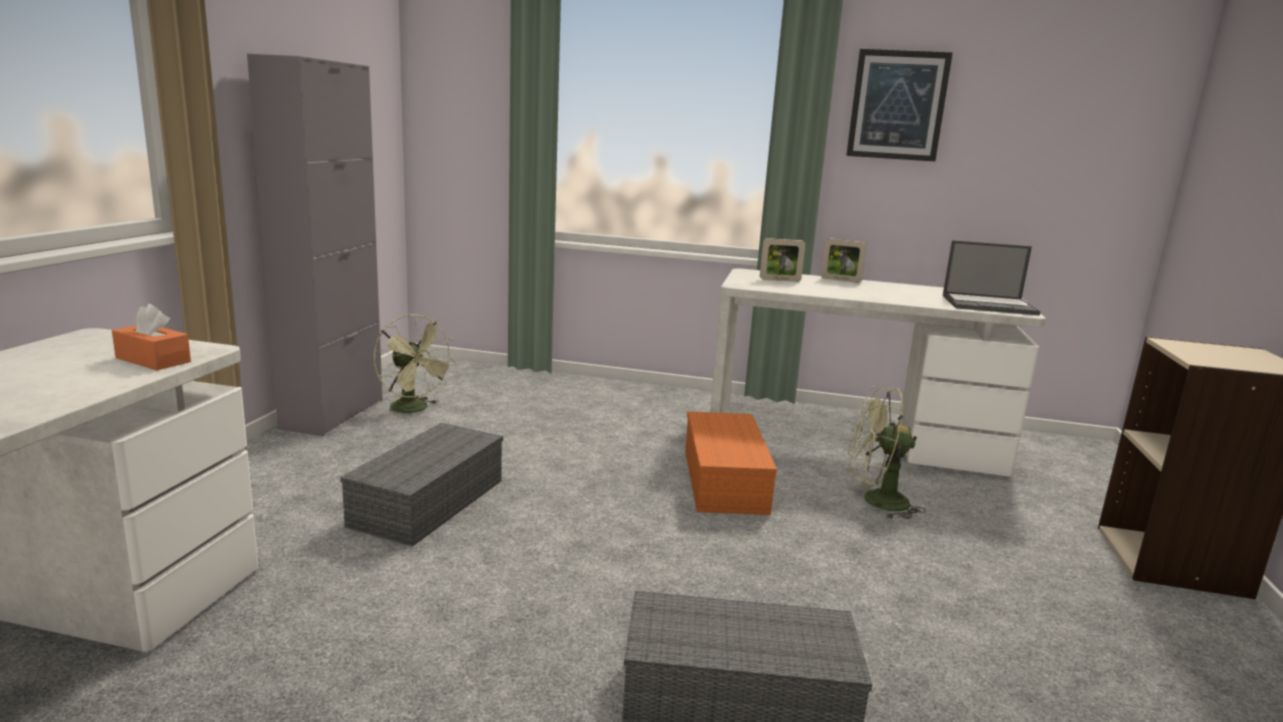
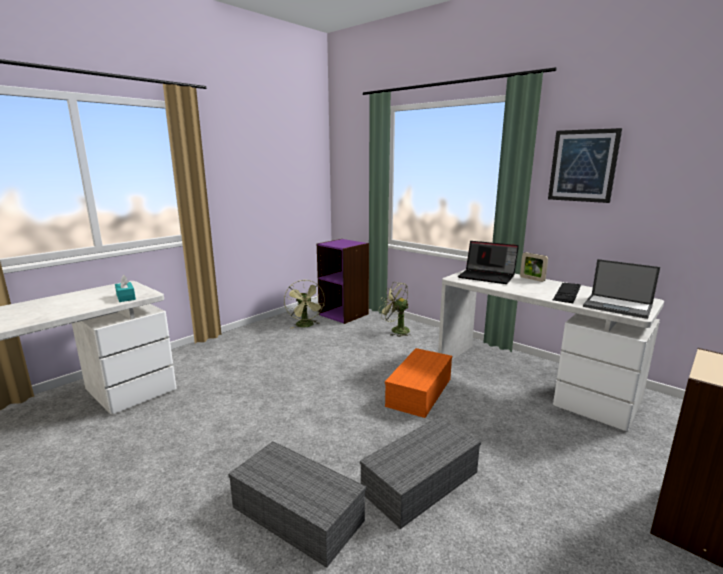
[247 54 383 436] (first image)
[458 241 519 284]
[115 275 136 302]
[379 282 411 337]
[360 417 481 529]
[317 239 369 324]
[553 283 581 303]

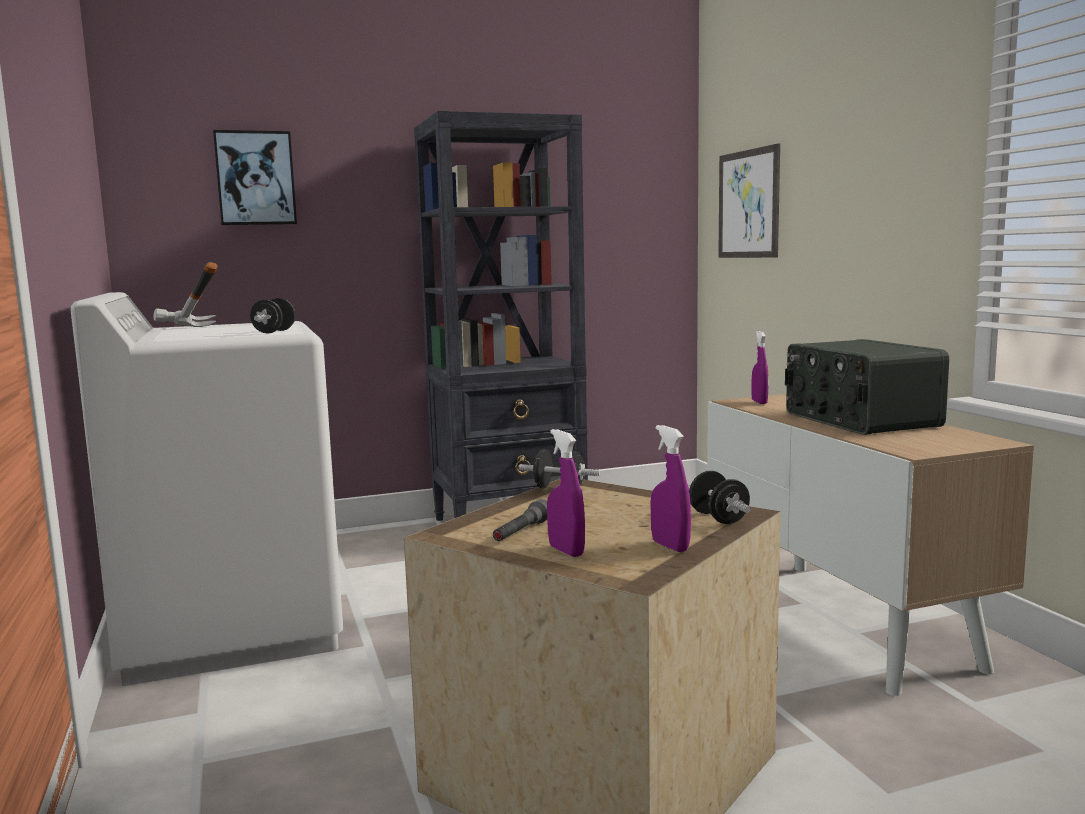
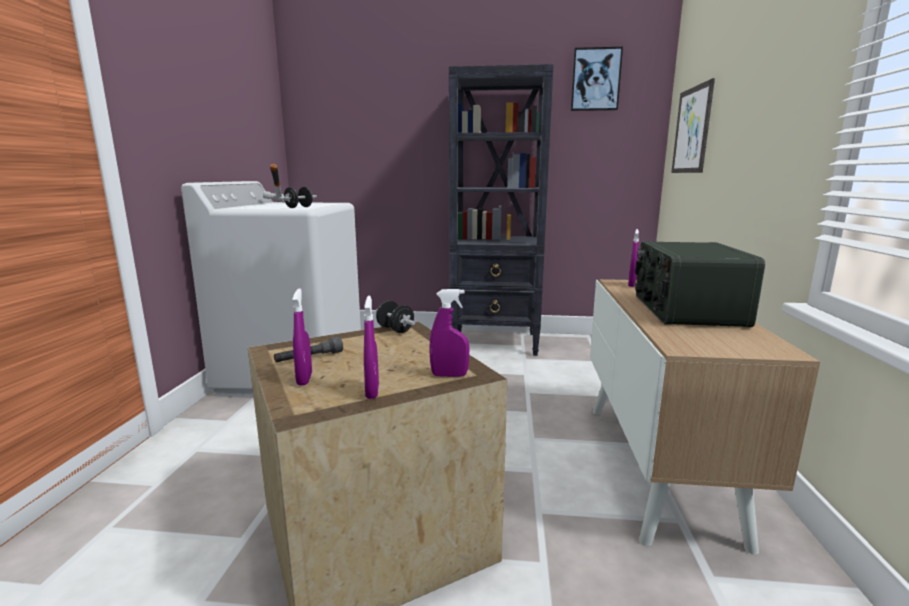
[571 47 623 111]
[429 289 470 377]

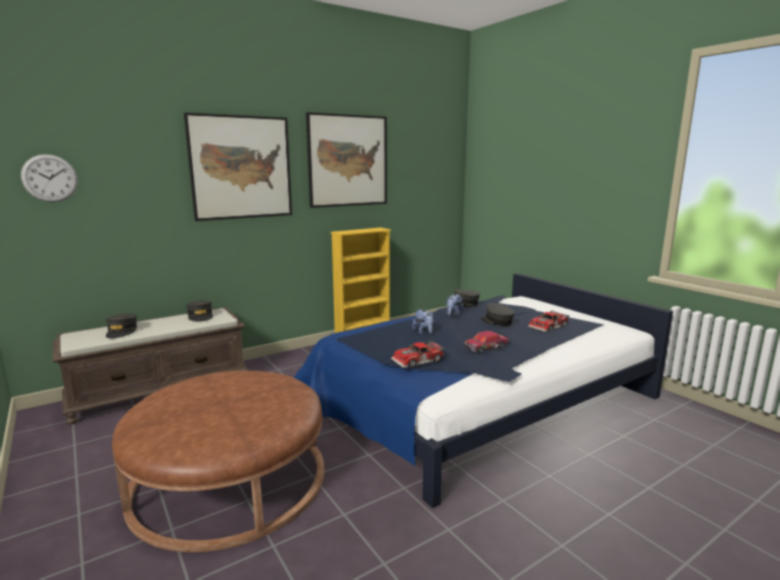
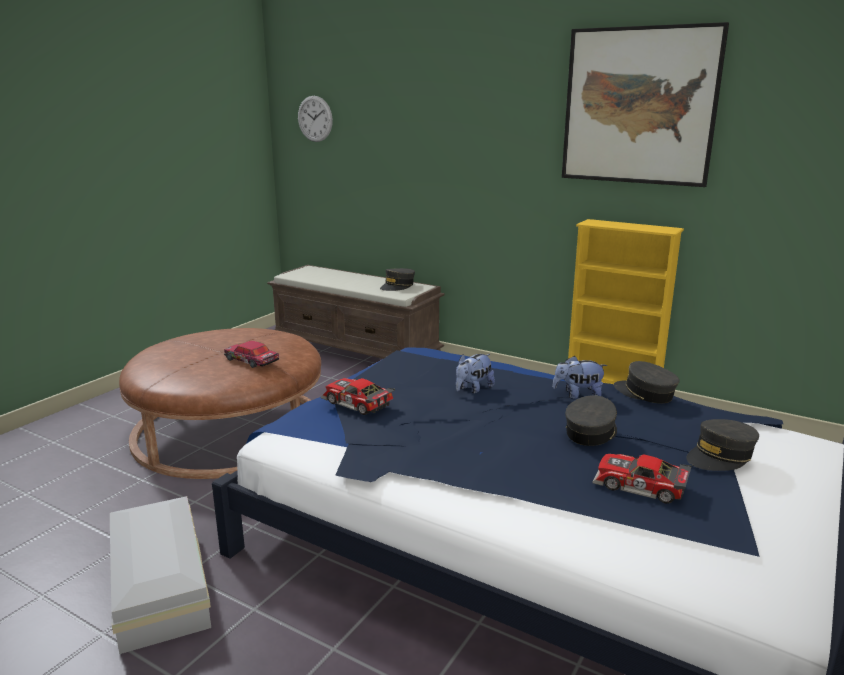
[184 113 292 221] (first image)
[687 419 759 471]
[224 341 279 368]
[110 496 211 654]

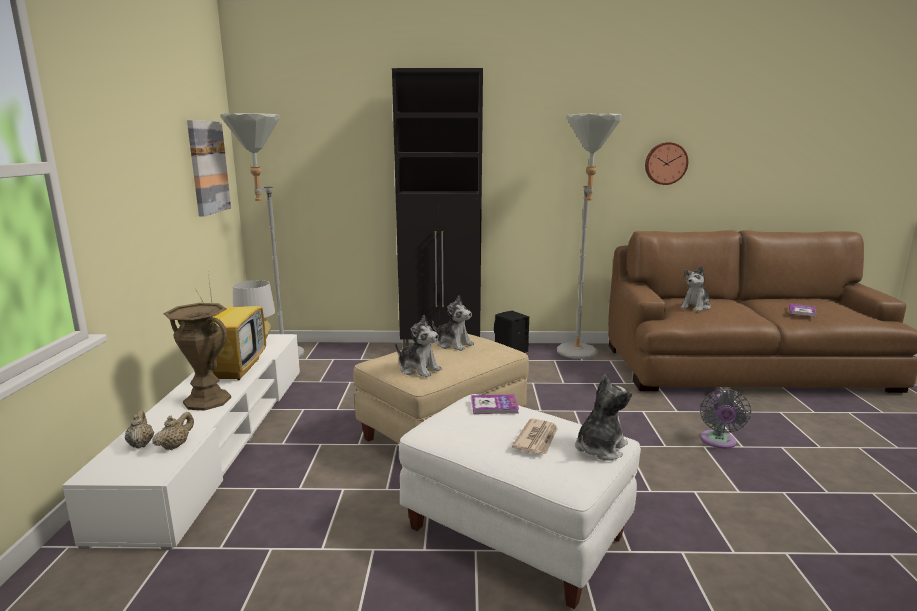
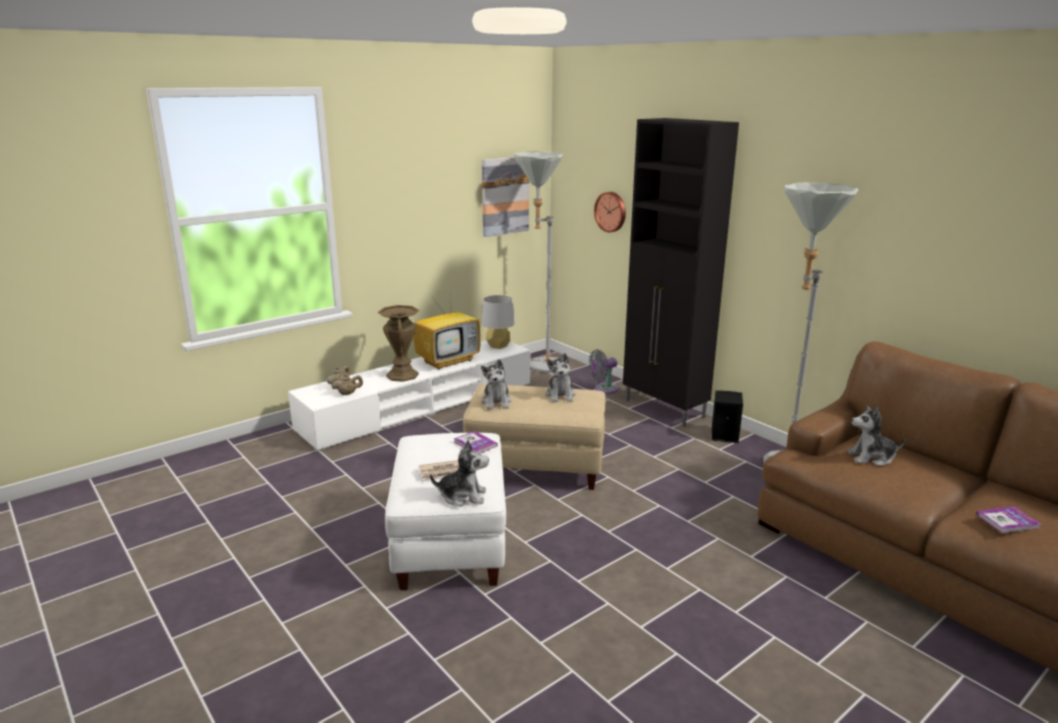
[594 192 626 232]
[589 350 618 394]

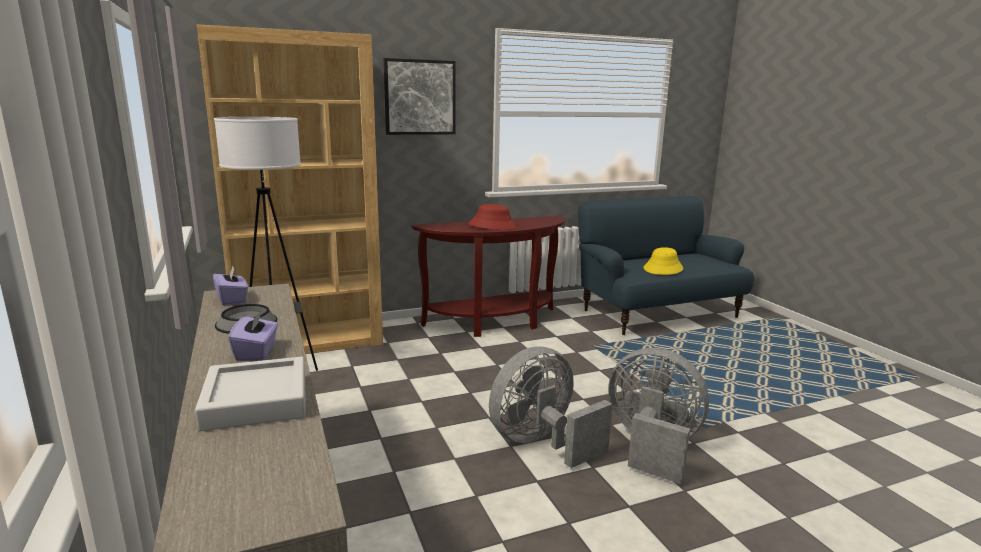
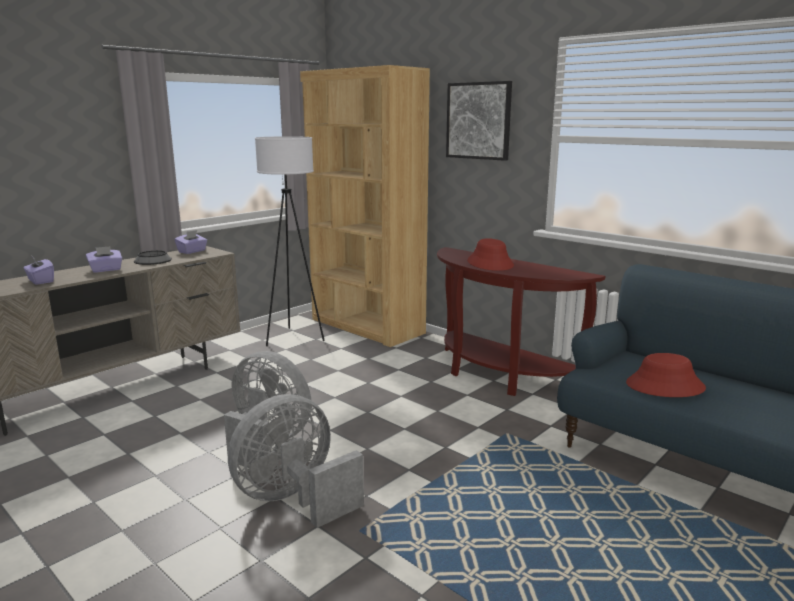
[626 353 706 397]
[228 394 364 528]
[23 258 54 285]

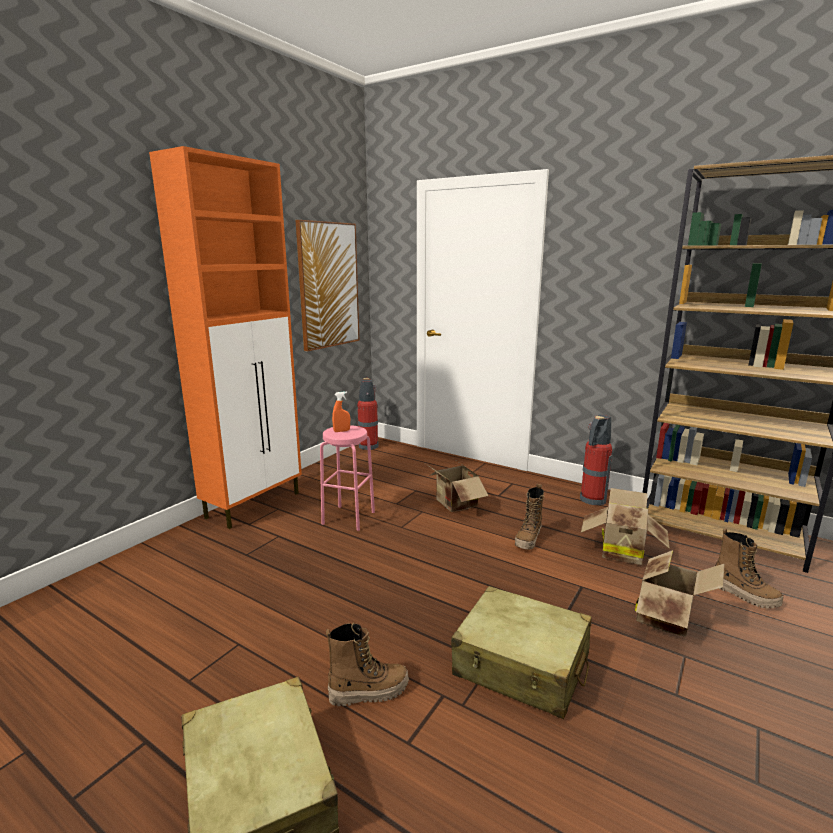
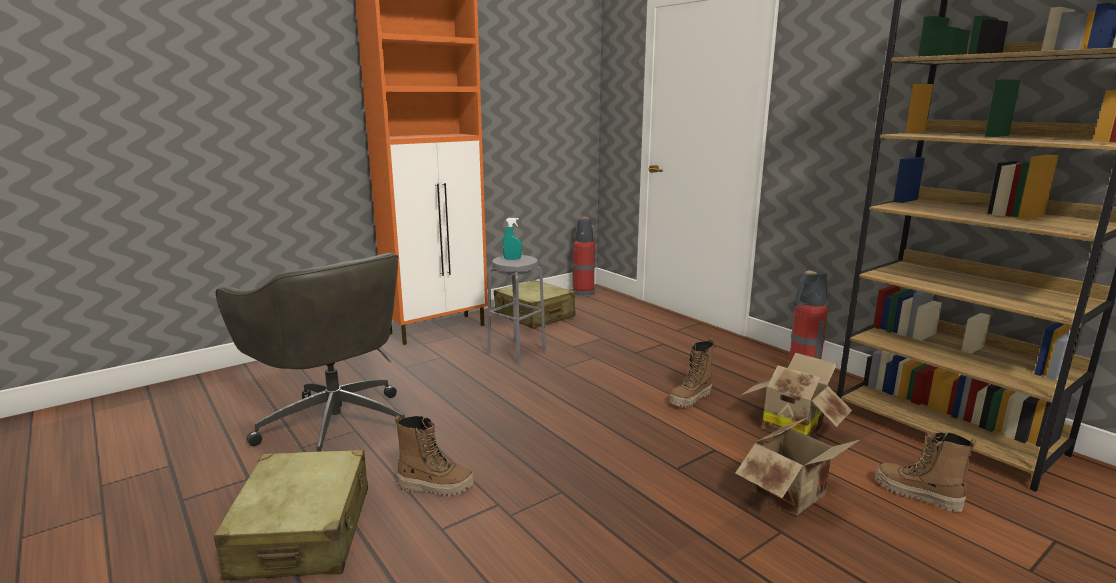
[296 220 359 352] (first image)
[503 218 522 260]
[488 255 546 364]
[426 459 489 512] (first image)
[875 432 976 512]
[494 280 576 329]
[216 253 405 452]

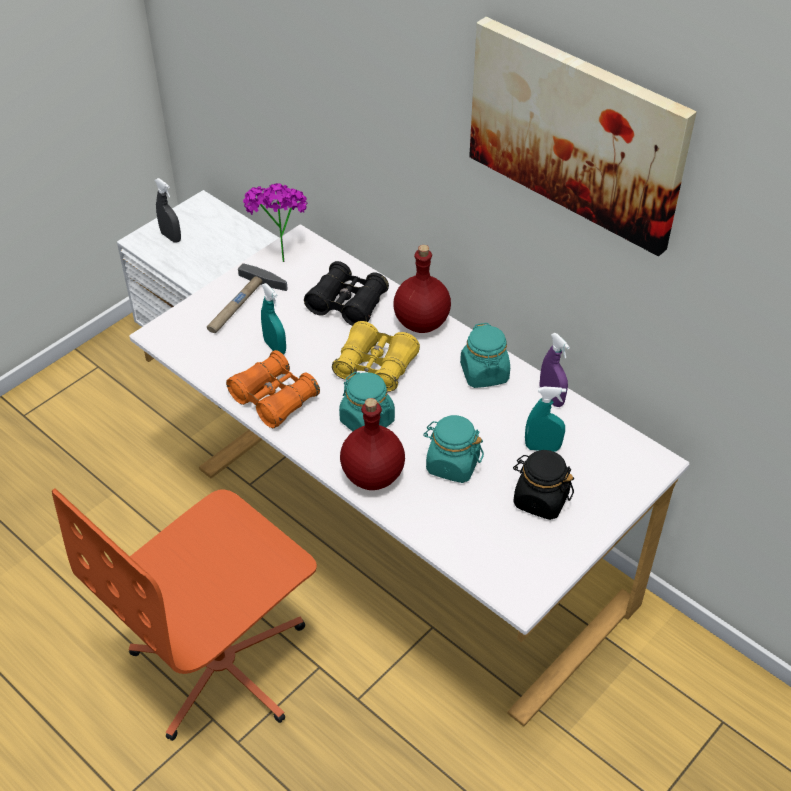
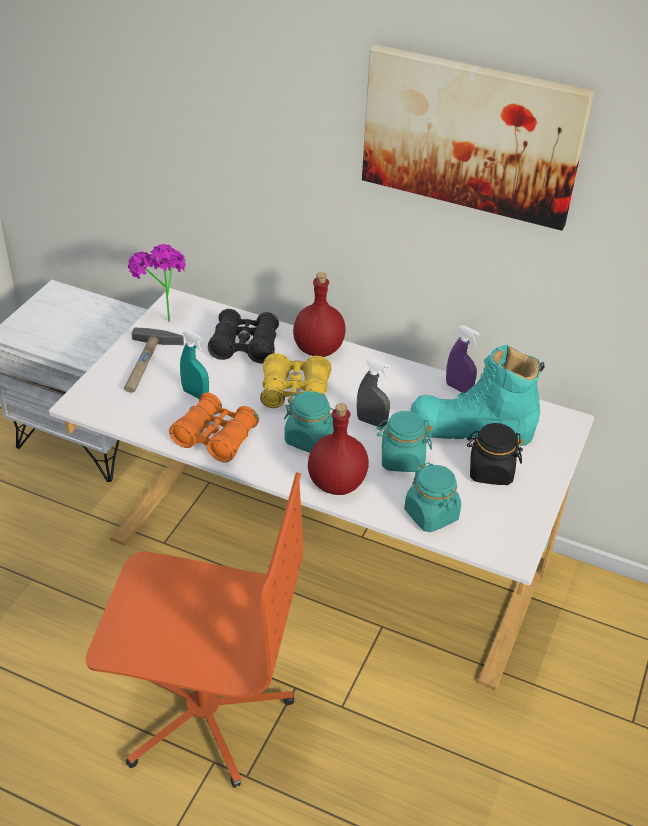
[357 359 390 427]
[404 462 461 532]
[410 345 545 446]
[86 472 303 788]

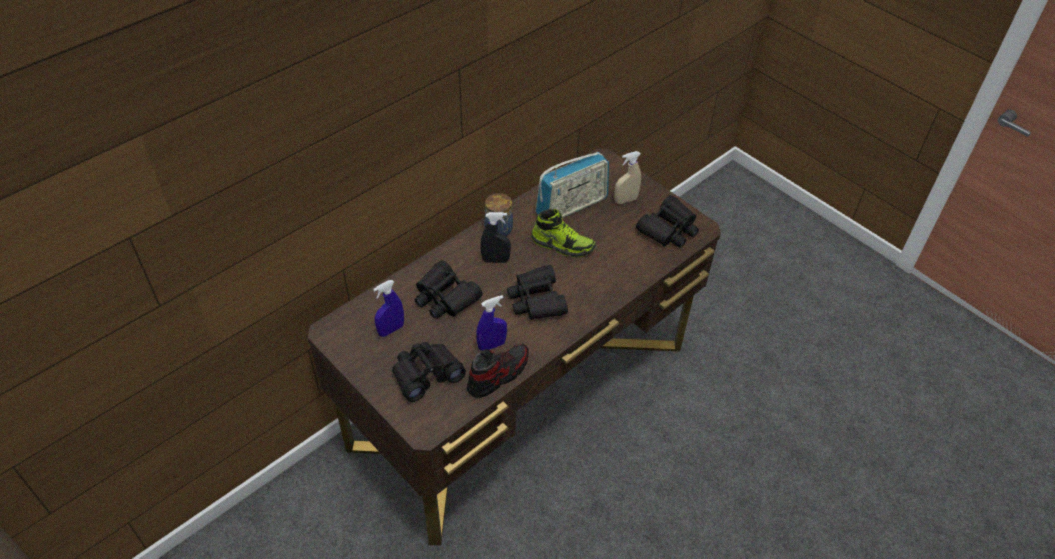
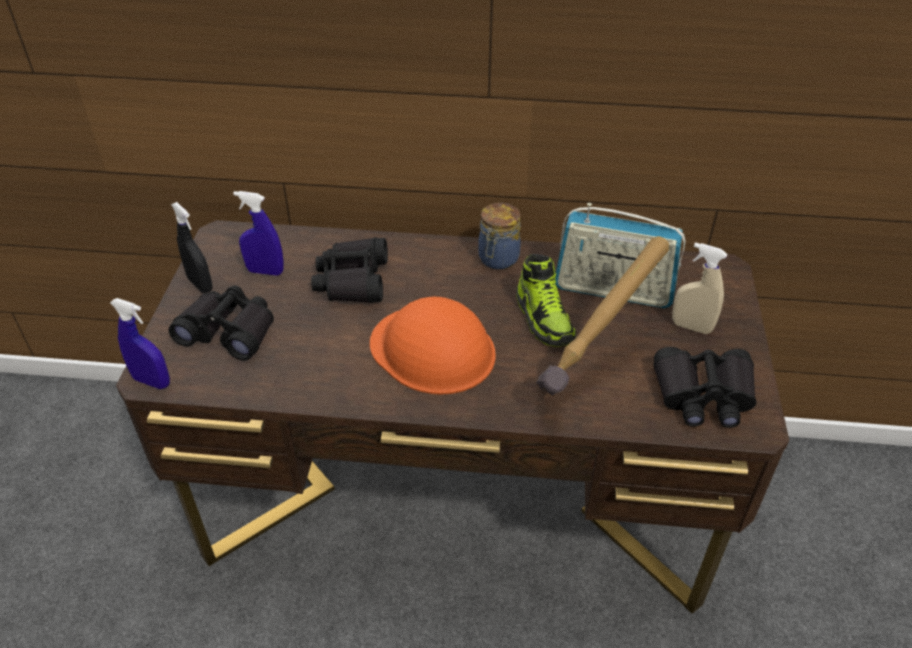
[171 202 212 293]
[370 297 496 395]
[110 298 170 389]
[467 344 529 398] (first image)
[536 236 669 396]

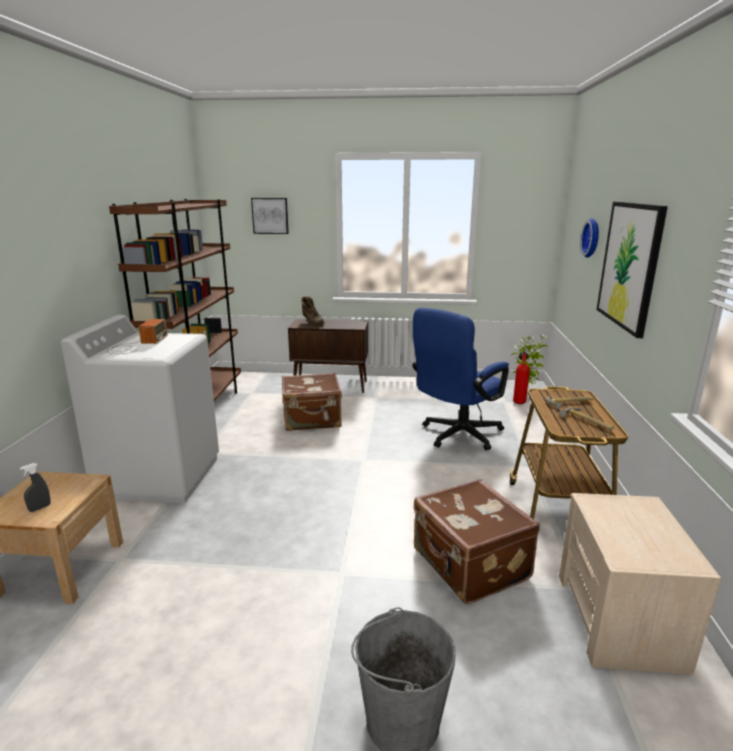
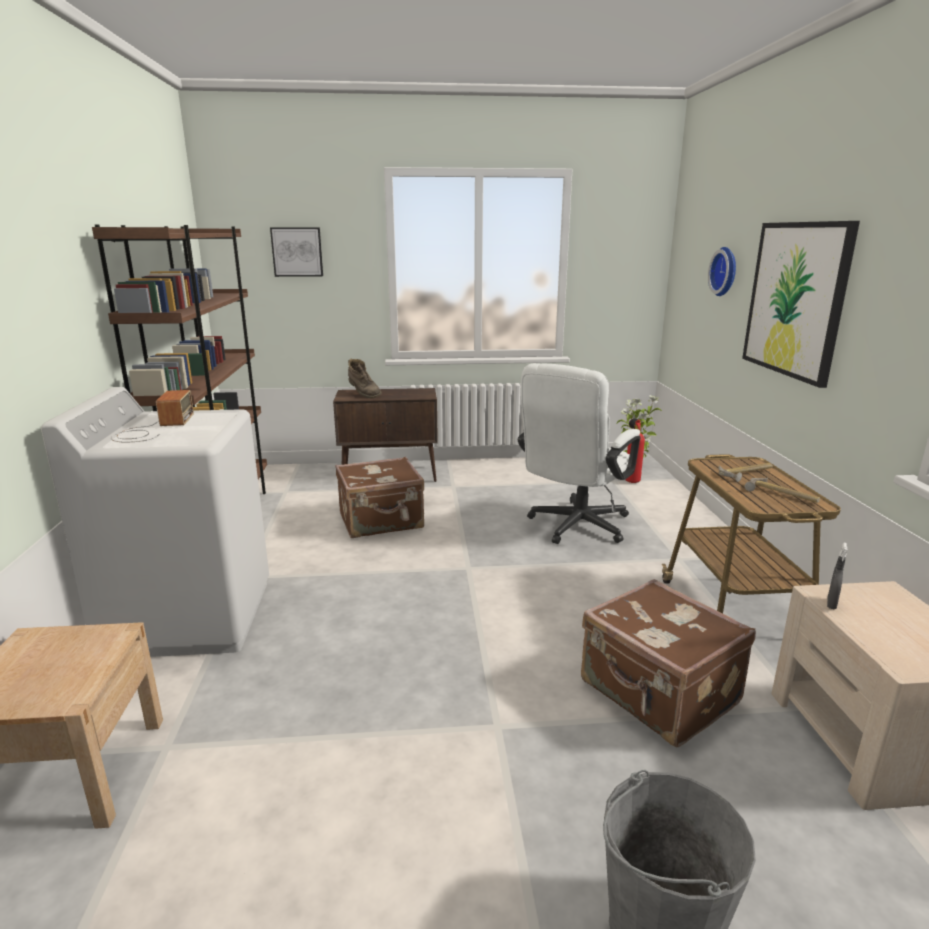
[518 363 640 544]
[827 543 847 609]

